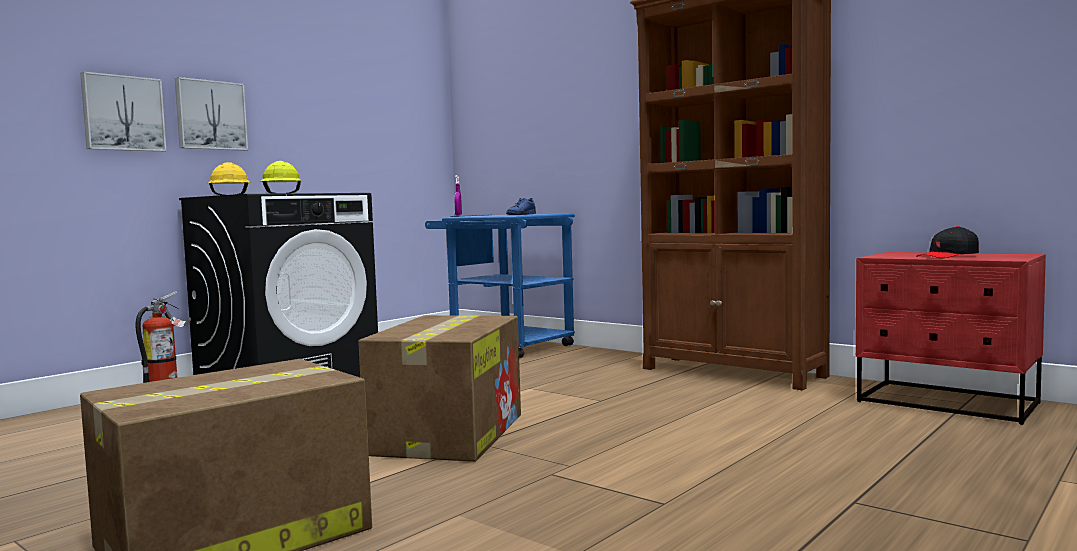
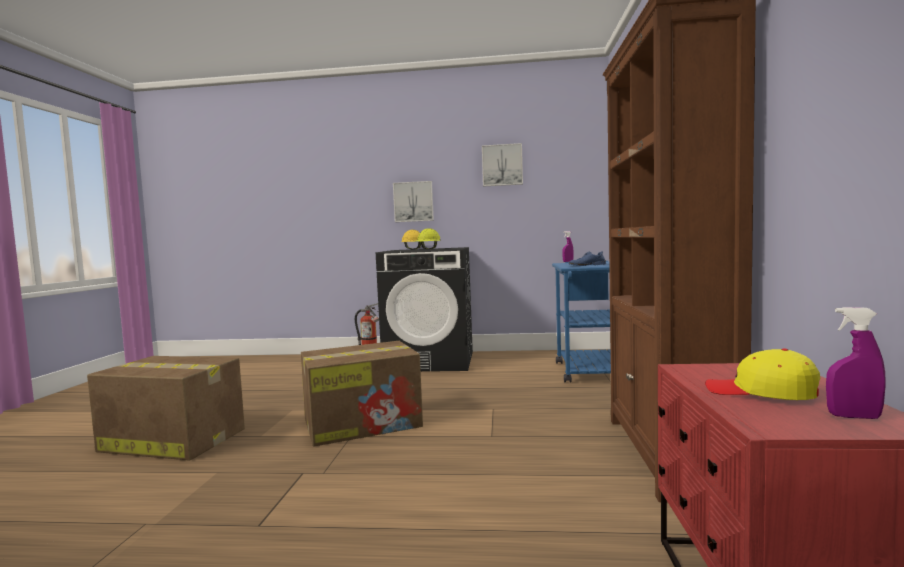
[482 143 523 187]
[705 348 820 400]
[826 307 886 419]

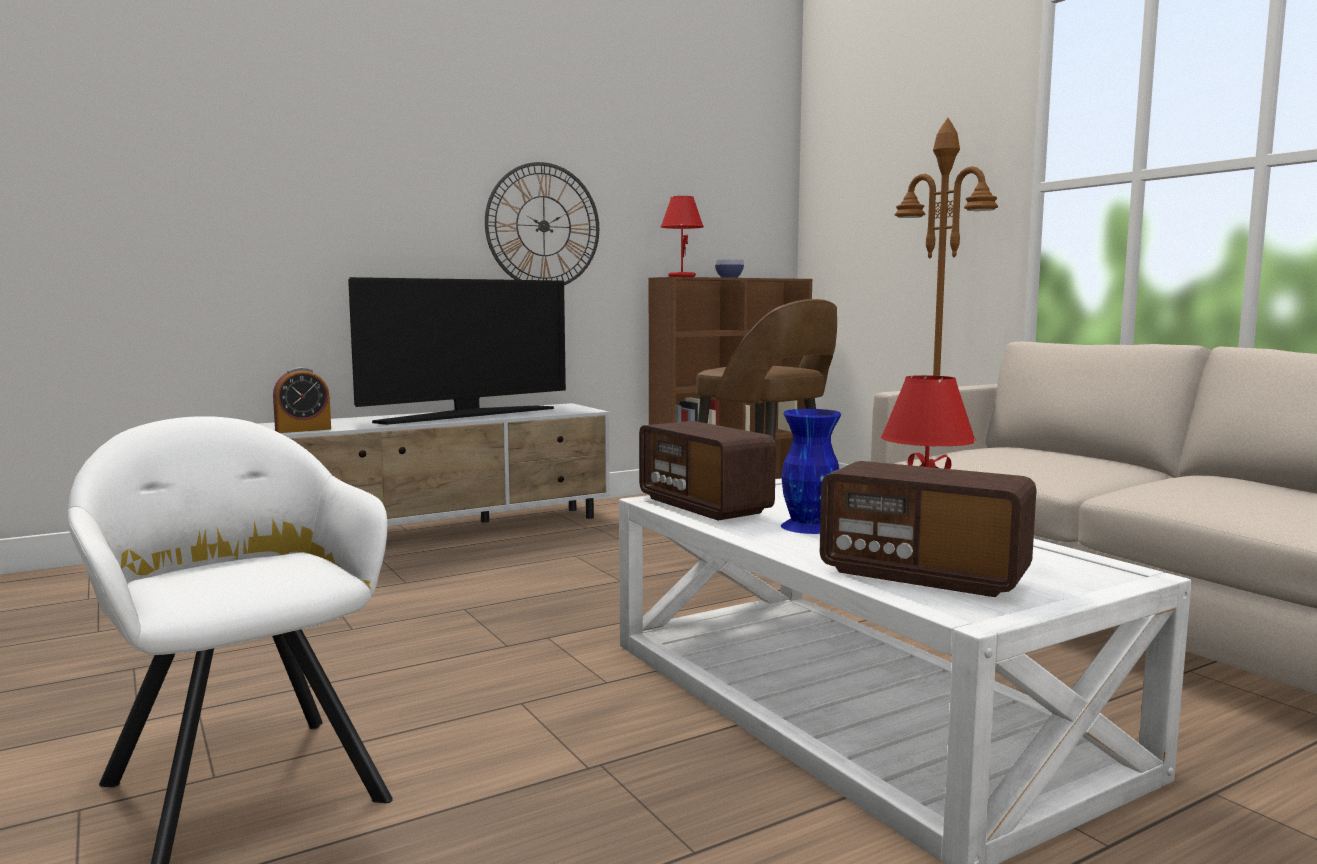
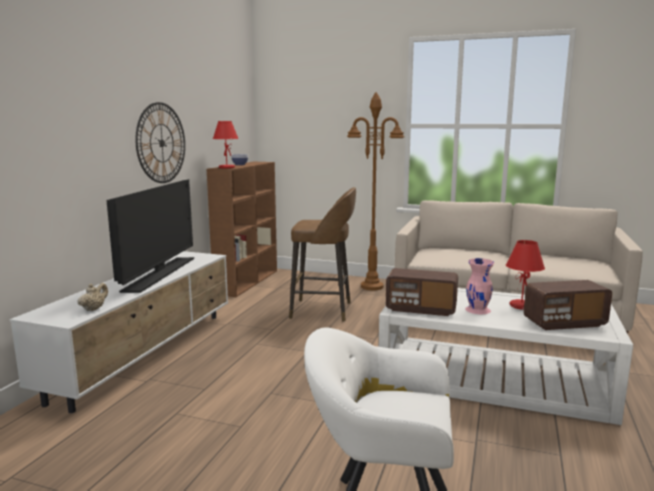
[78 283 108 311]
[465 258 494 314]

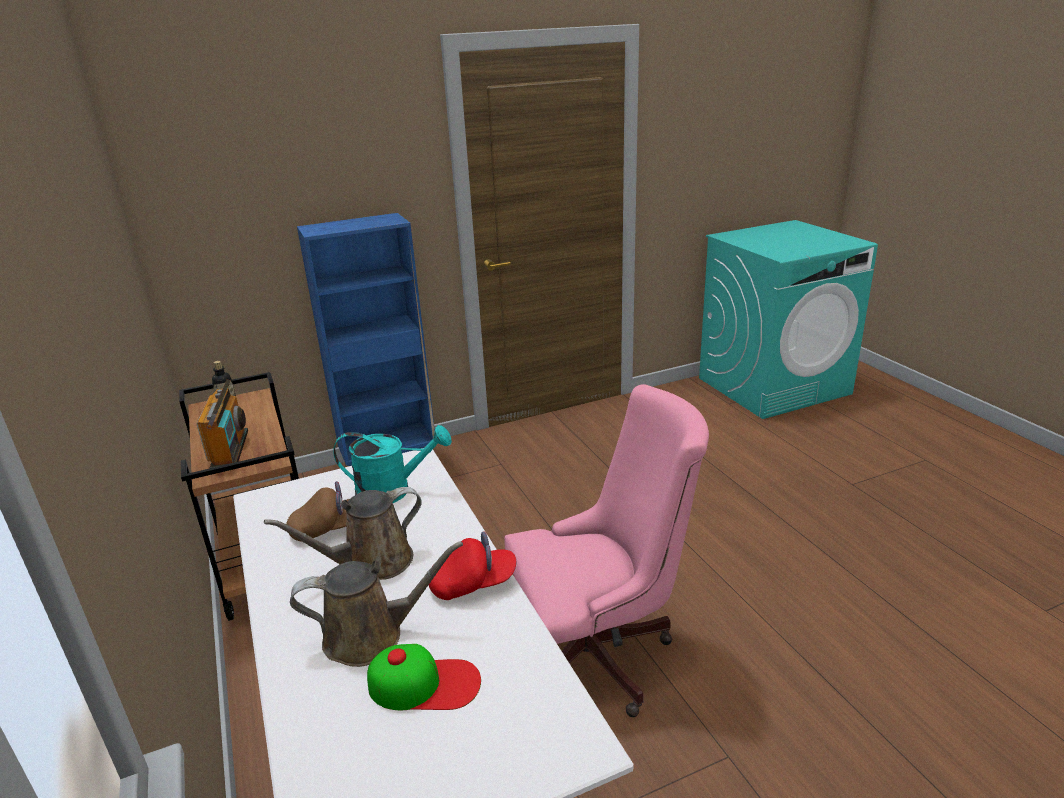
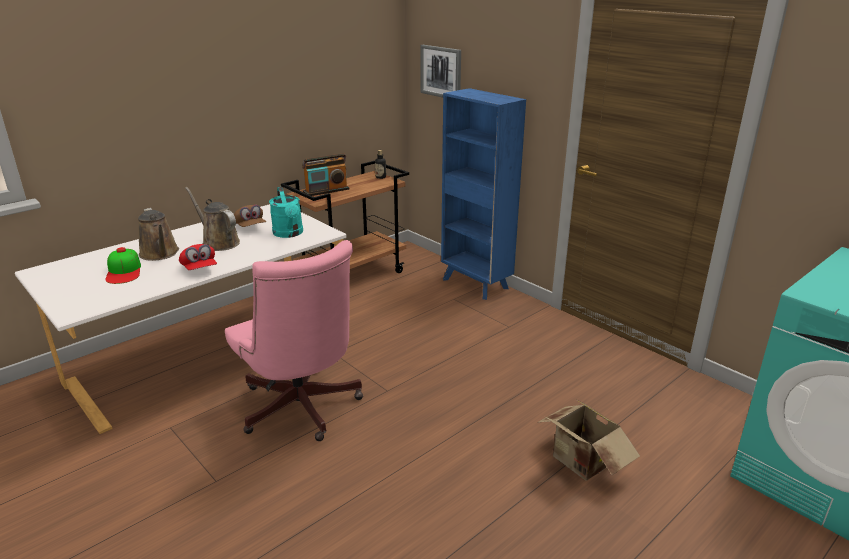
[420 45 461 98]
[539 399 640 481]

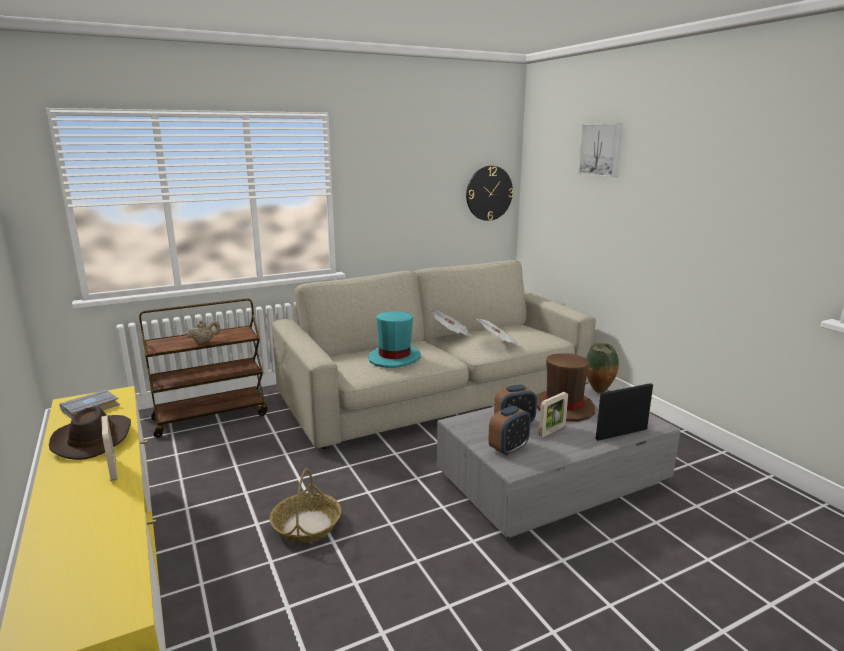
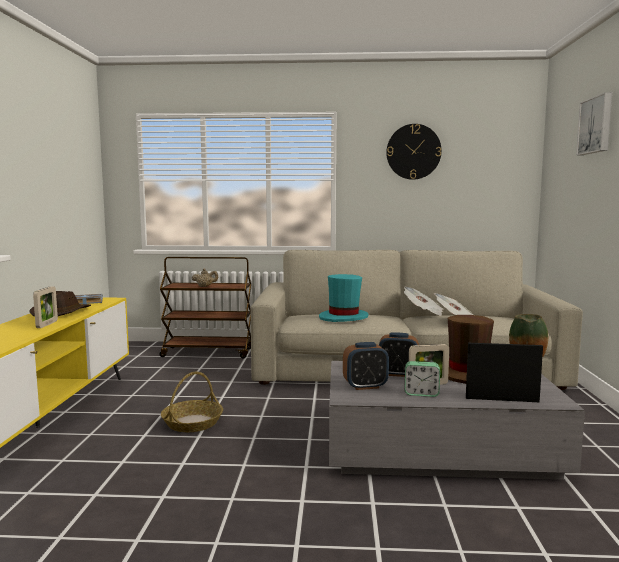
[386 124 442 180]
[405 361 440 397]

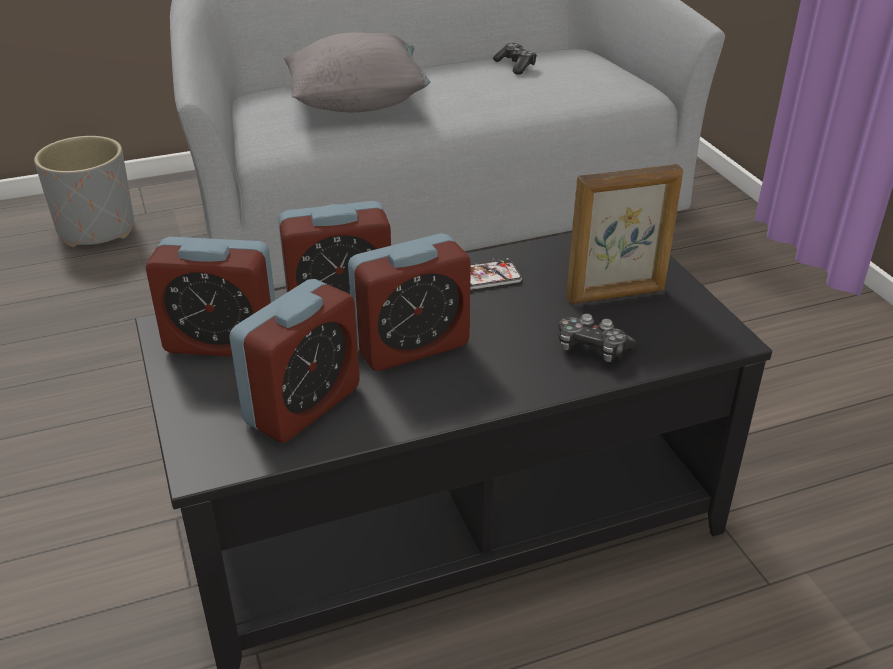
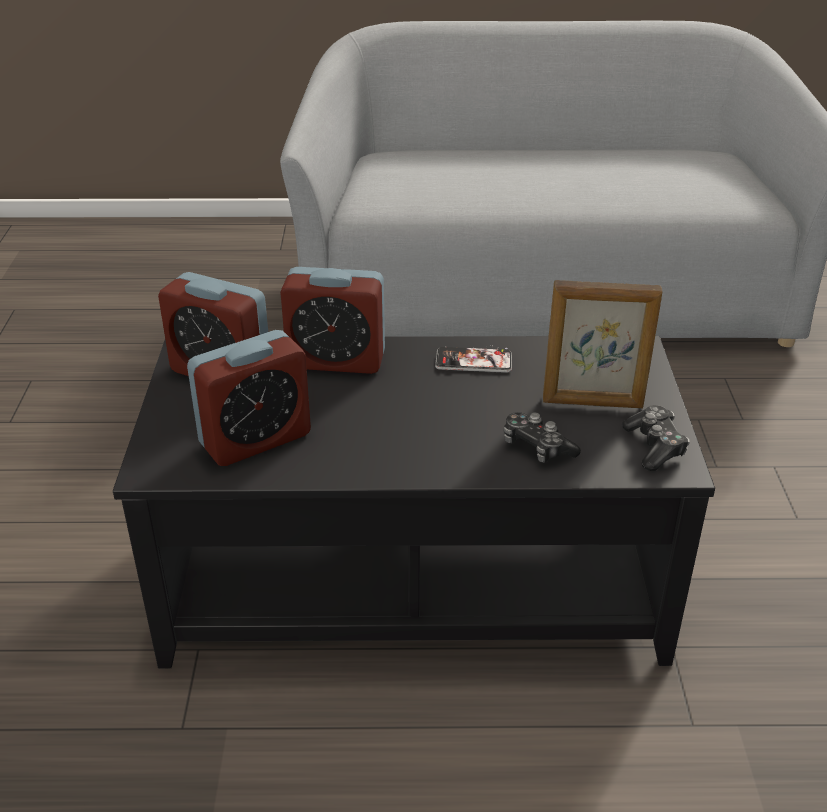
[284 32 431 112] (first image)
[622 405 690 471]
[34 136 134 247] (first image)
[348 233 471 371] (first image)

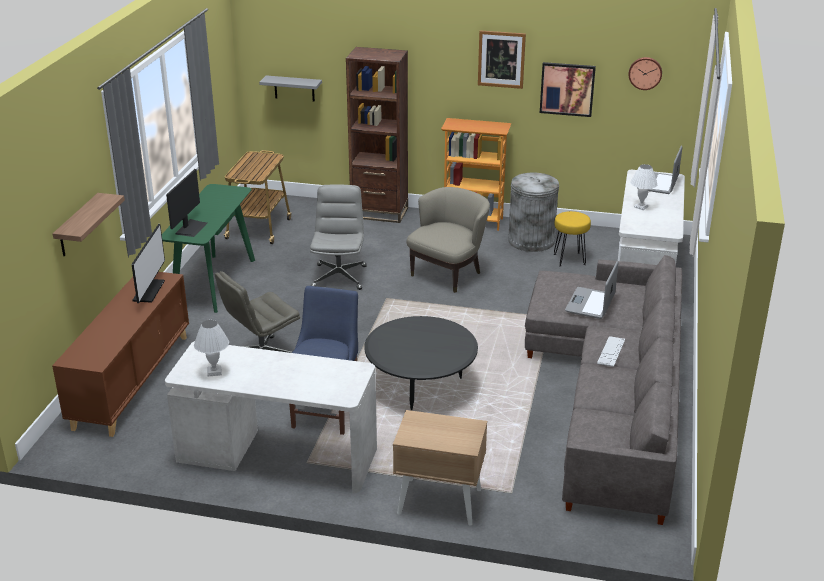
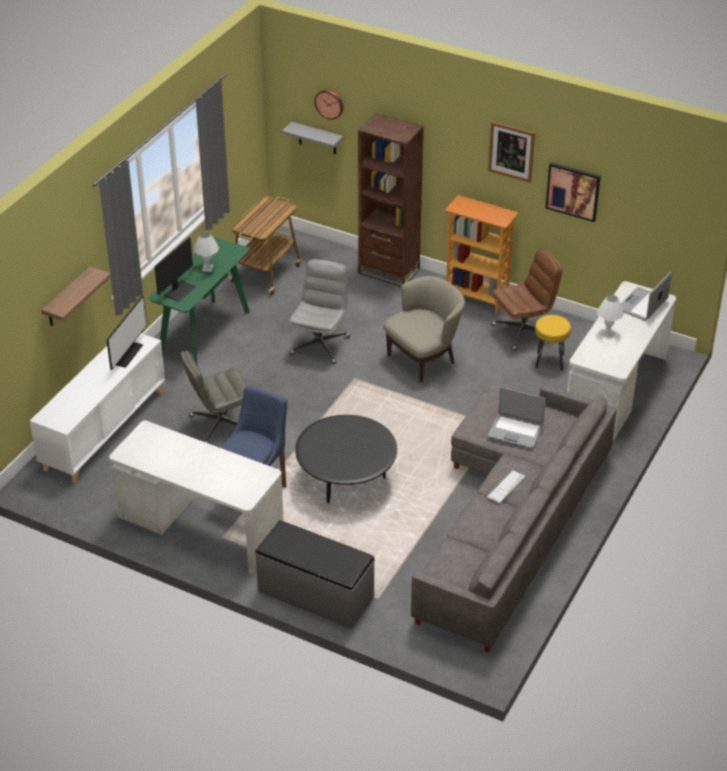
[314 90 343 120]
[491 249 562 351]
[488 387 546 448]
[30 334 165 483]
[194 232 219 272]
[255 520 375 629]

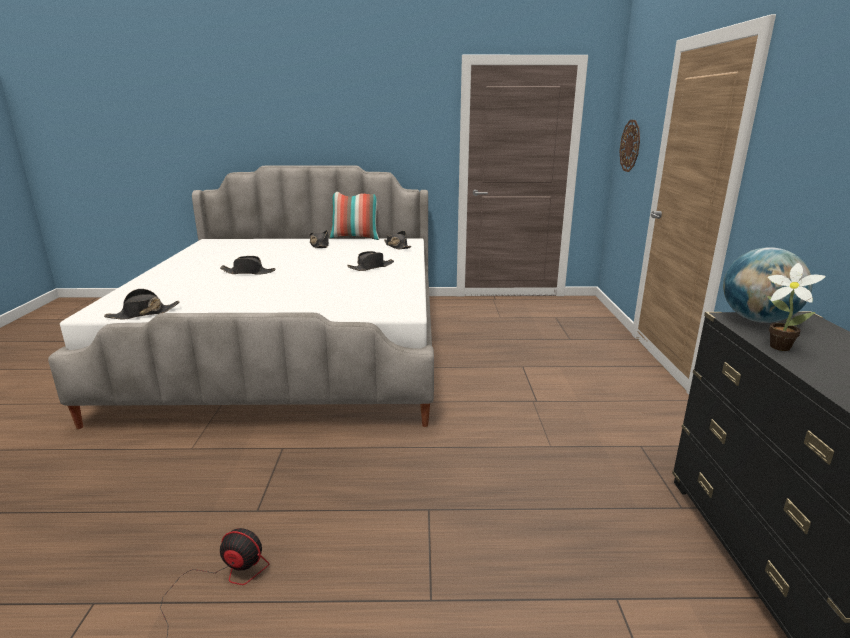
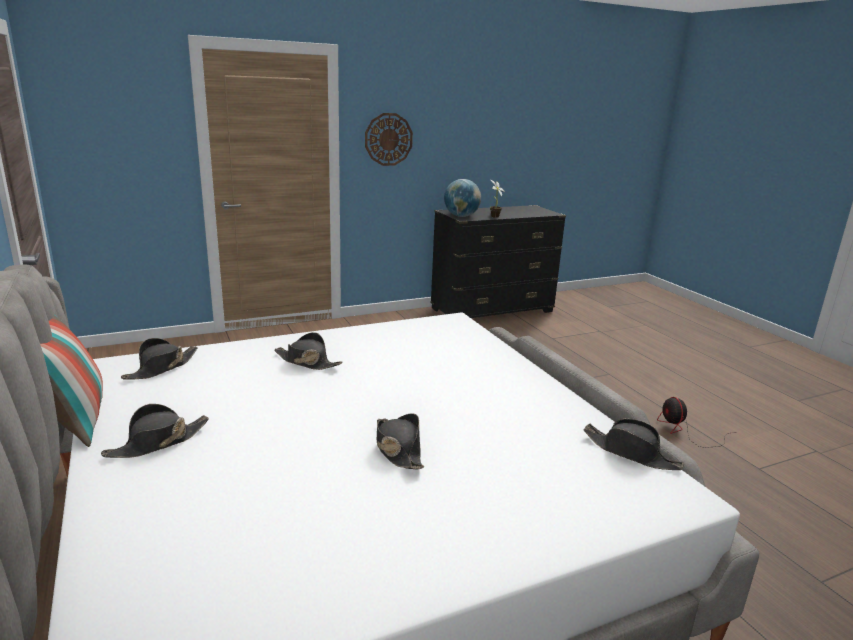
[365 113 413 166]

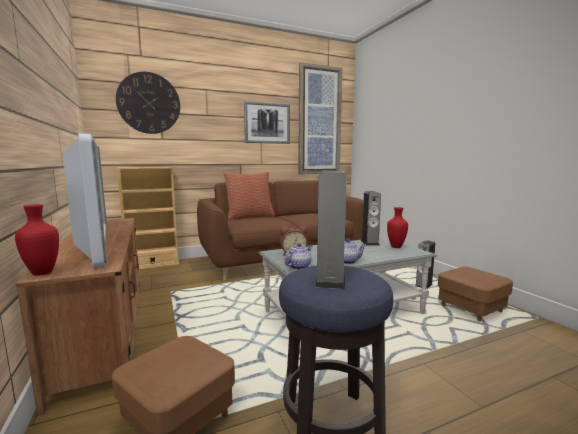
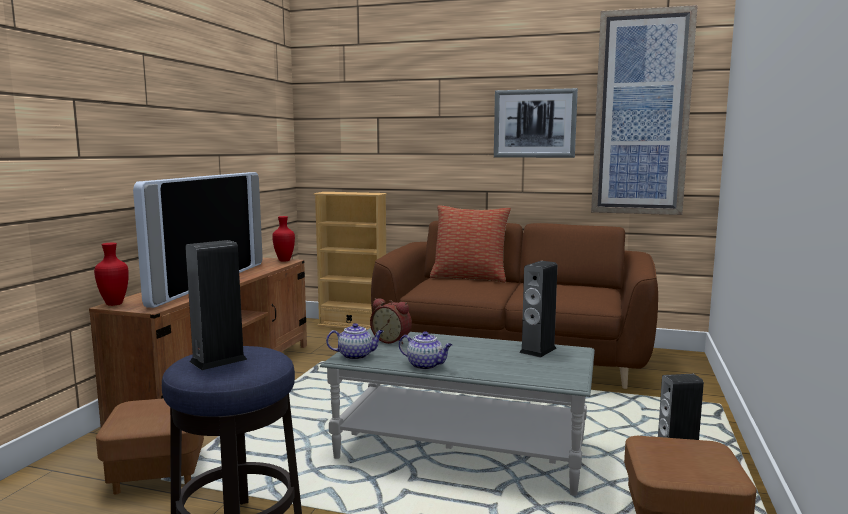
[116 72 180 134] (first image)
[272 216 295 261]

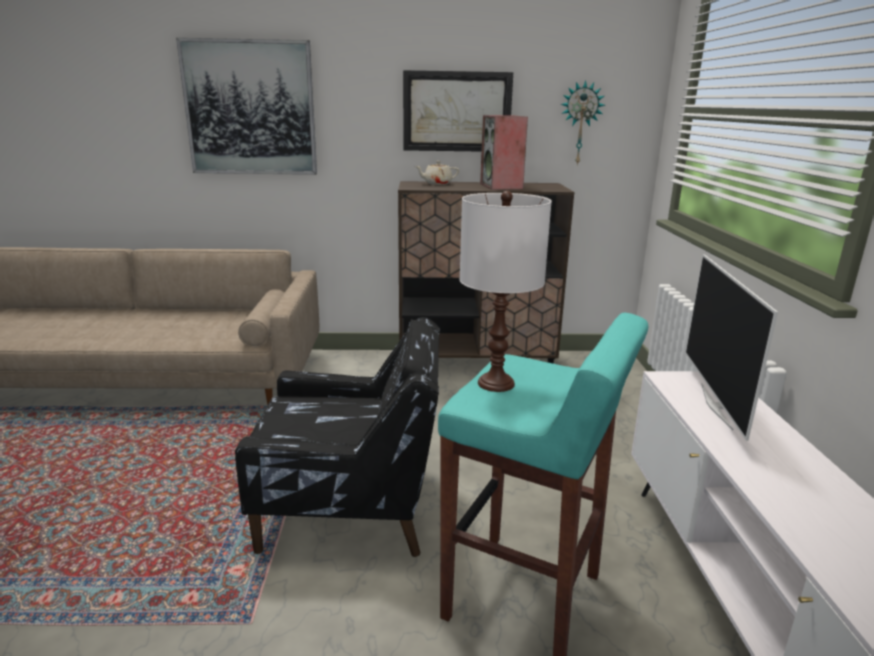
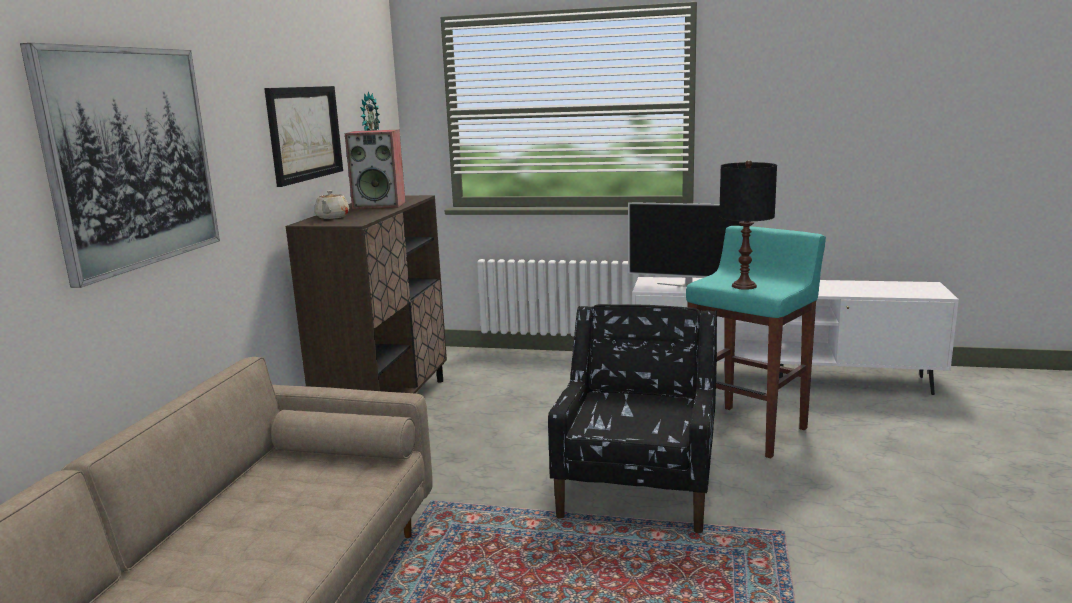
[719 160 777 290]

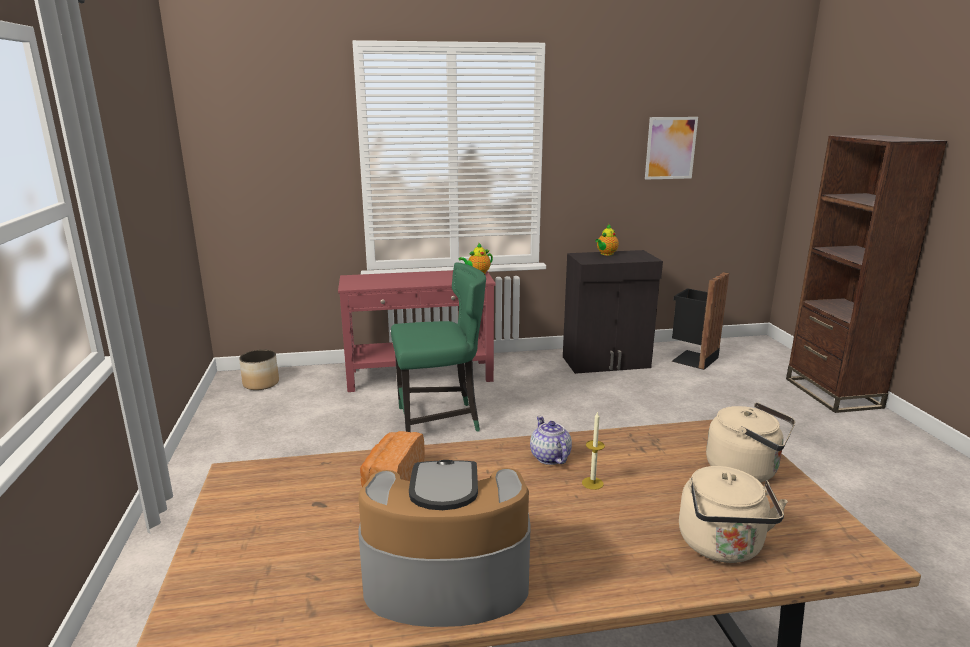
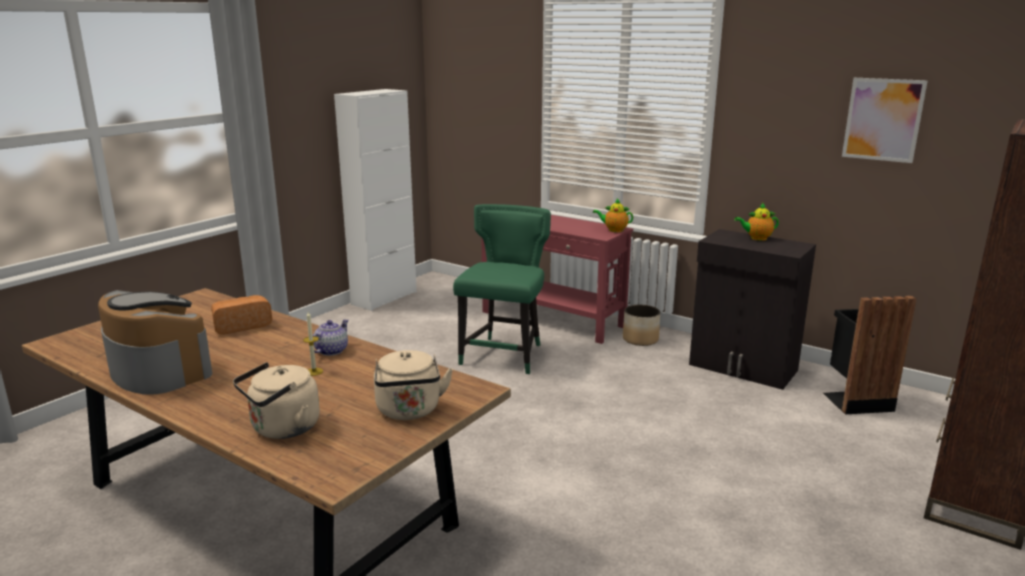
[453 204 551 374]
[623 305 660 346]
[334 89 417 311]

